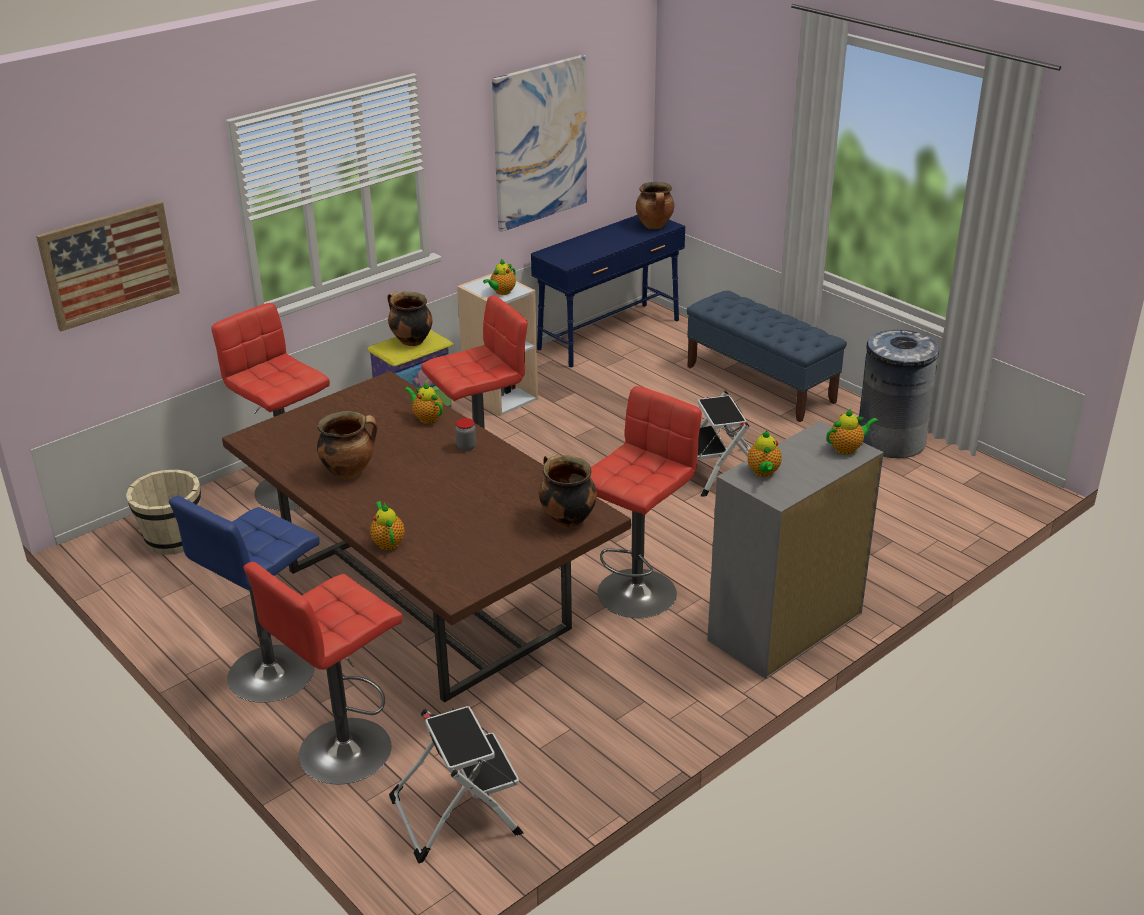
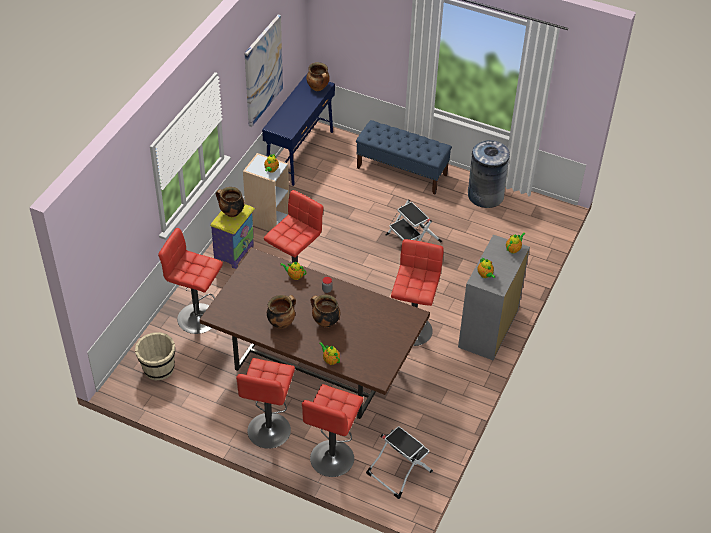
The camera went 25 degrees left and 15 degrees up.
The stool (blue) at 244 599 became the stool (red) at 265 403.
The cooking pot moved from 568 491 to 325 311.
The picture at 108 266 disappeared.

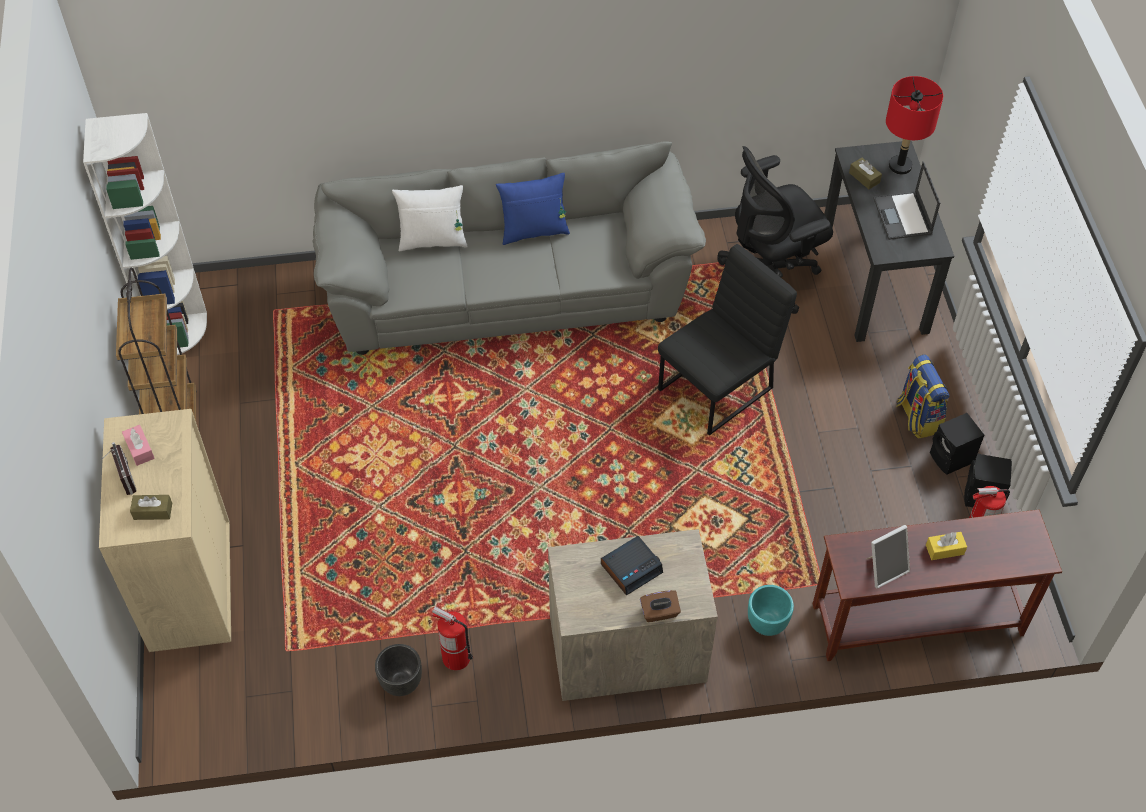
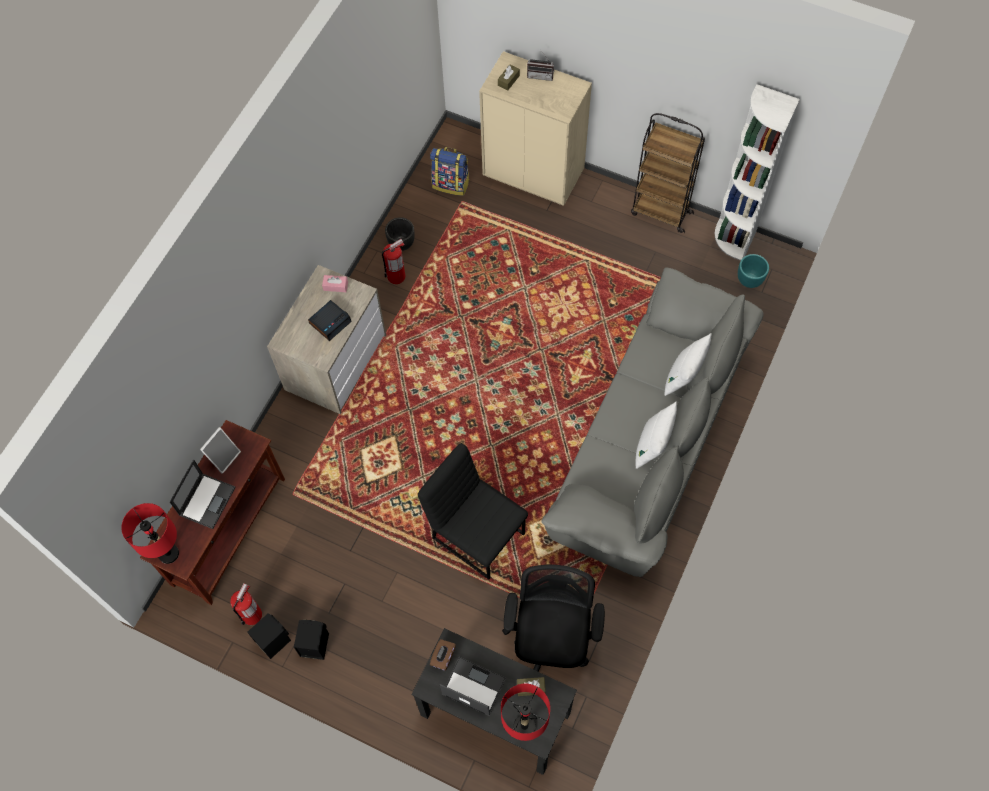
The camera went 125 degrees right and 10 degrees up.
The table lamp (red) at 150 533 appeared.
The tissue box (yellow) at 946 546 was replaced by the laptop at 202 494.
The picture frame at 888 557 turned 150 degrees counterclockwise.
The alarm clock at 632 566 turned 135 degrees counterclockwise.
The tissue box (pink) moved from 138 445 to 335 283.
The chair (black) at 727 339 turned 135 degrees clockwise.
The backpack moved from 923 396 to 450 171.
The tissue box (brown) moved from 660 606 to 443 655.
The pillow (blue) at 533 209 became the pillow (white) at 656 435.
The planter (turquoise) moved from 771 610 to 753 271.

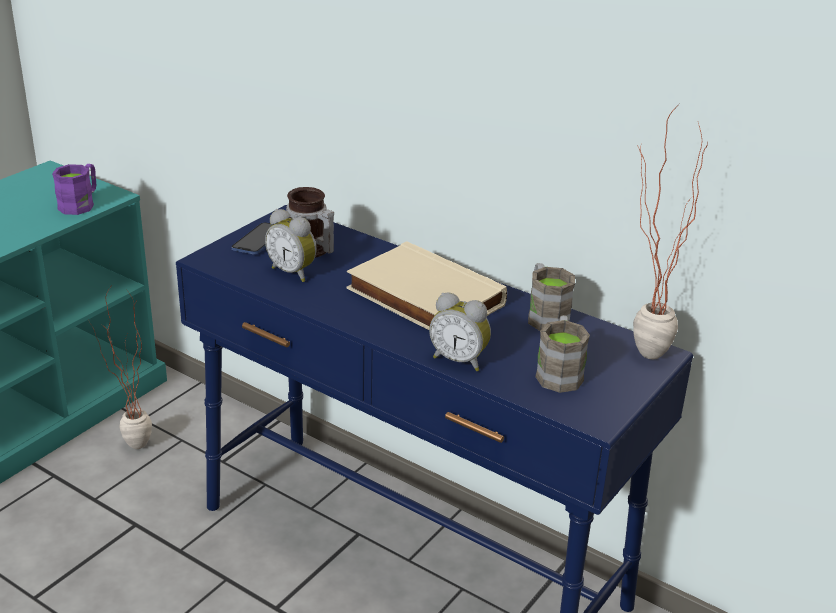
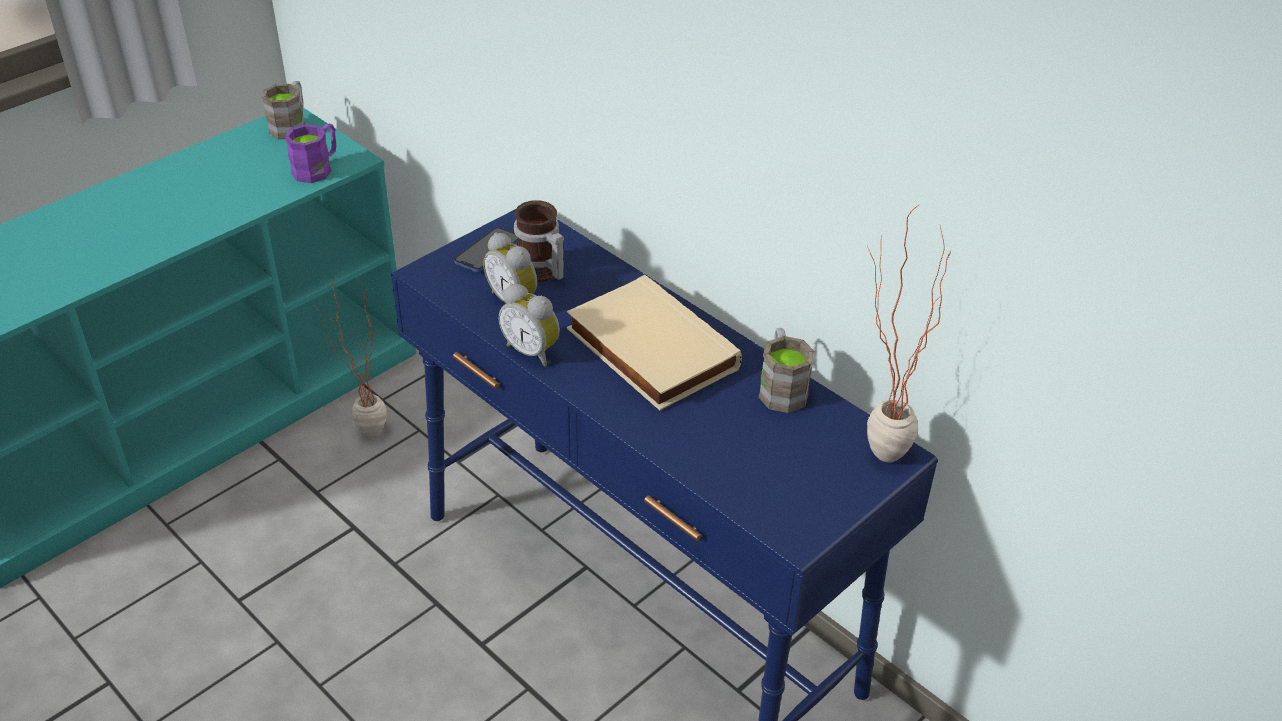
The camera went 10 degrees right and 10 degrees up.
The mug (brown) moved from 562 354 to 283 110.
The alarm clock moved from 460 331 to 529 325.

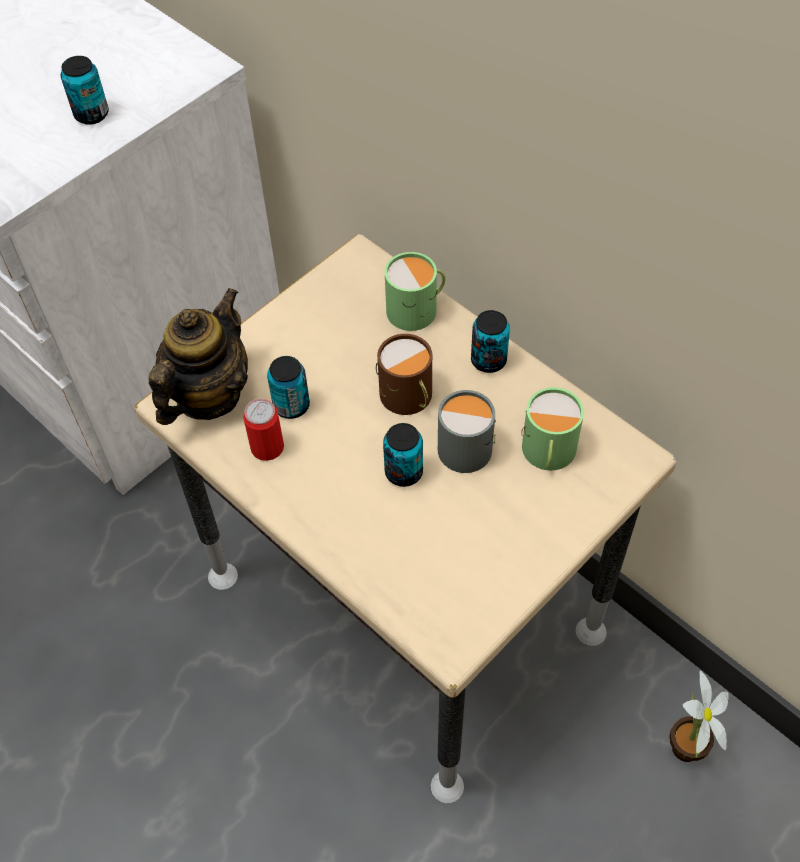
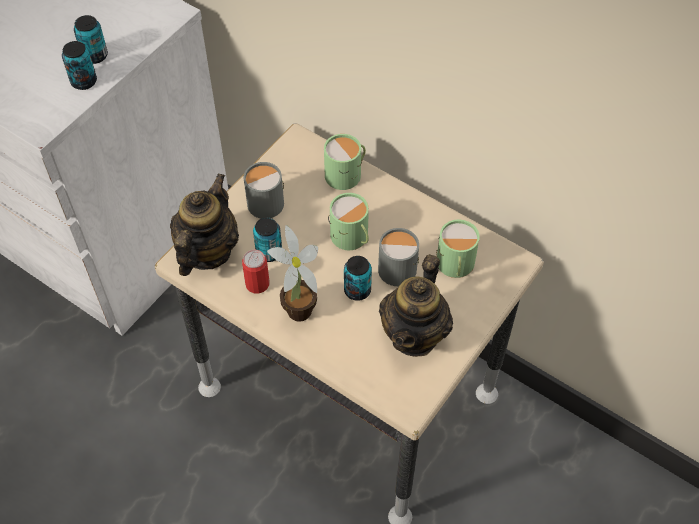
The camera went 10 degrees left and 0 degrees up.
The can moved from 490 341 to 79 65.
The mug (grey) at 264 190 appeared.
The potted plant moved from 699 716 to 292 273.
The mug (brown) at 404 374 became the mug (green) at 348 221.
The teapot at 416 305 appeared.

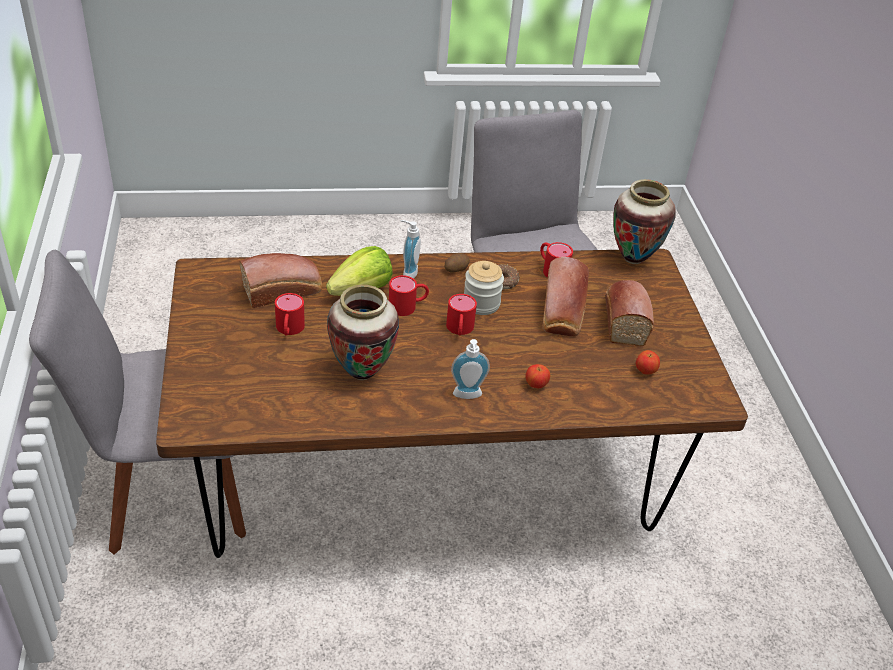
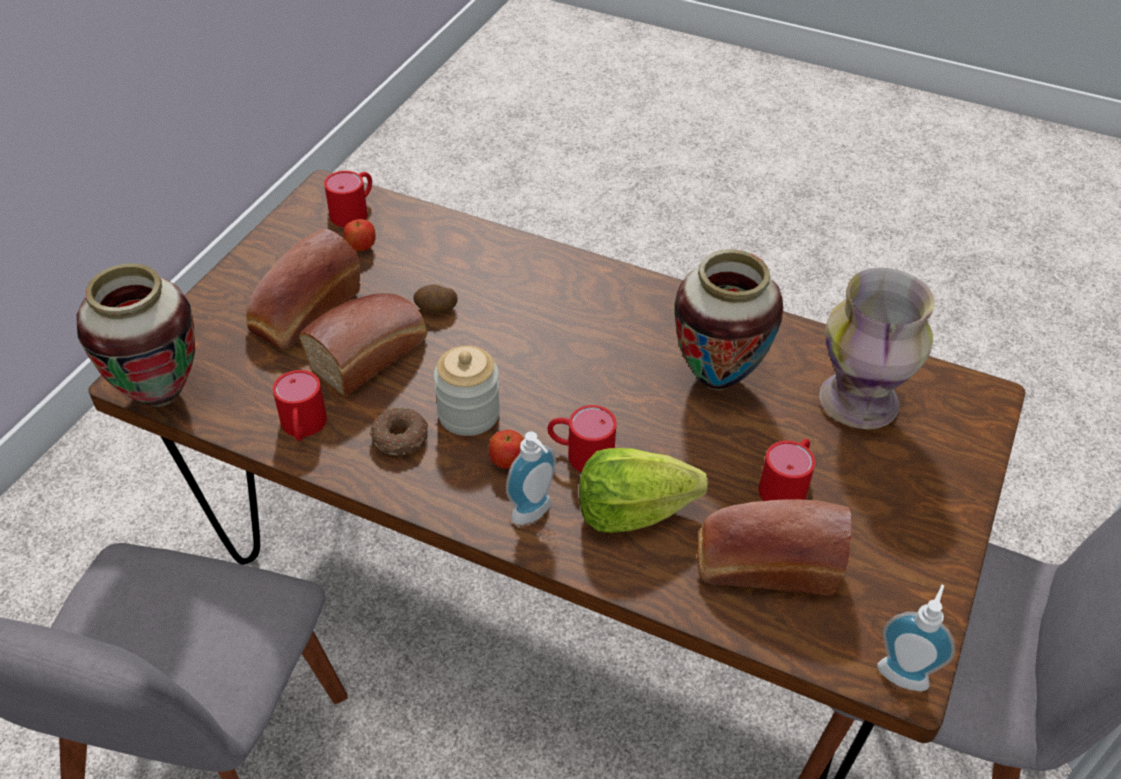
The camera went 145 degrees left and 5 degrees up.
The mug (red) moved from 461 314 to 348 199.
The potato moved from 457 263 to 435 298.
The apple moved from 537 376 to 506 449.
The vase at 877 348 appeared.
The soap dispenser moved from 470 369 to 916 637.

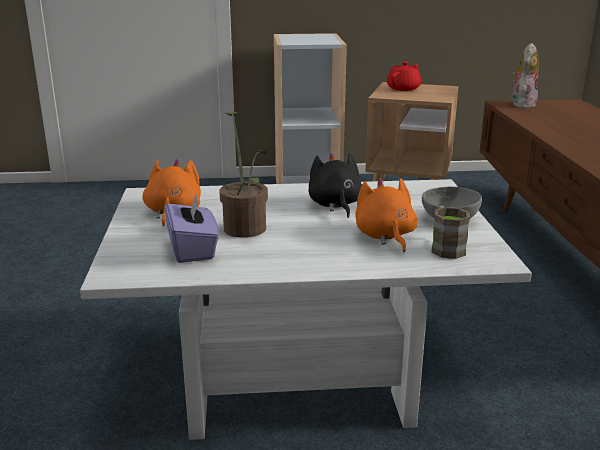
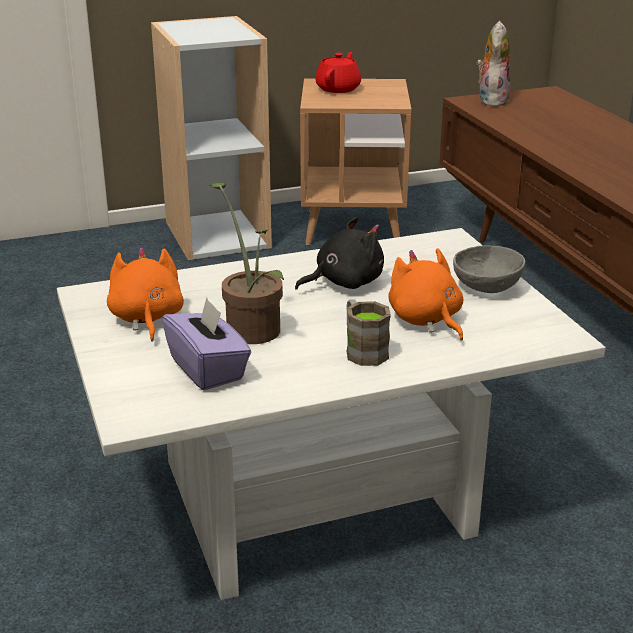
The camera went 15 degrees left and 5 degrees up.
The plush toy (black) at 335 185 turned 90 degrees clockwise.
The mug (brown) moved from 451 232 to 368 332.

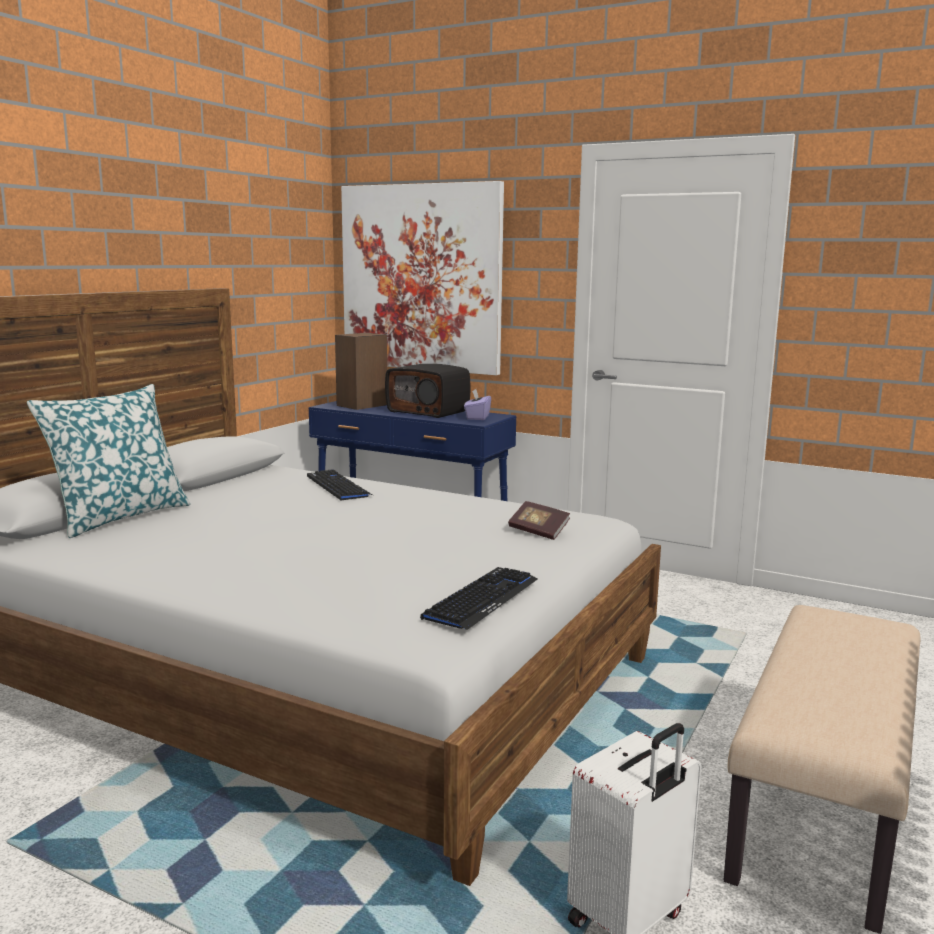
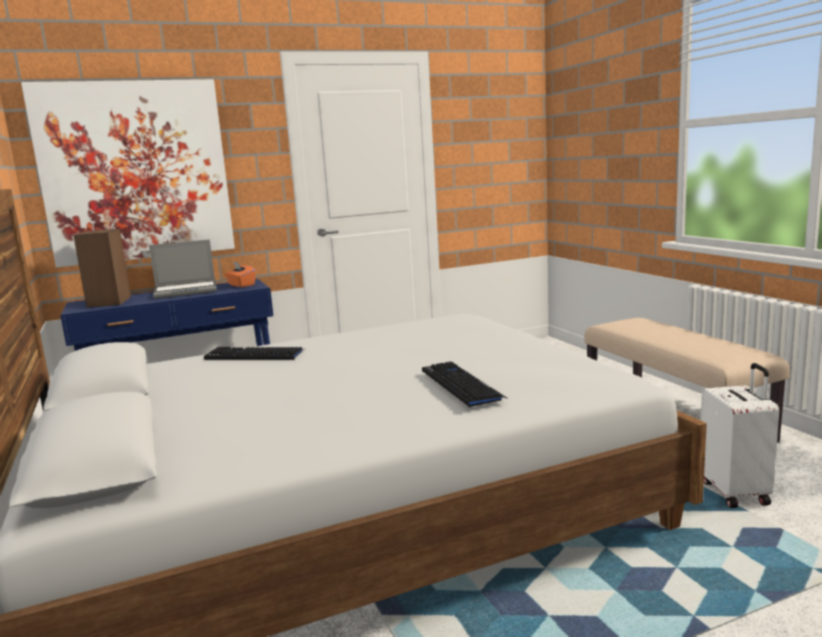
The camera went 50 degrees left and 0 degrees up.
The radio at 428 391 was replaced by the laptop at 183 269.
The tissue box (purple) at 477 404 became the tissue box (orange) at 240 274.
The keyboard moved from 479 598 to 465 384.
The pillow at 108 461 disappeared.
The book at 539 520 disappeared.

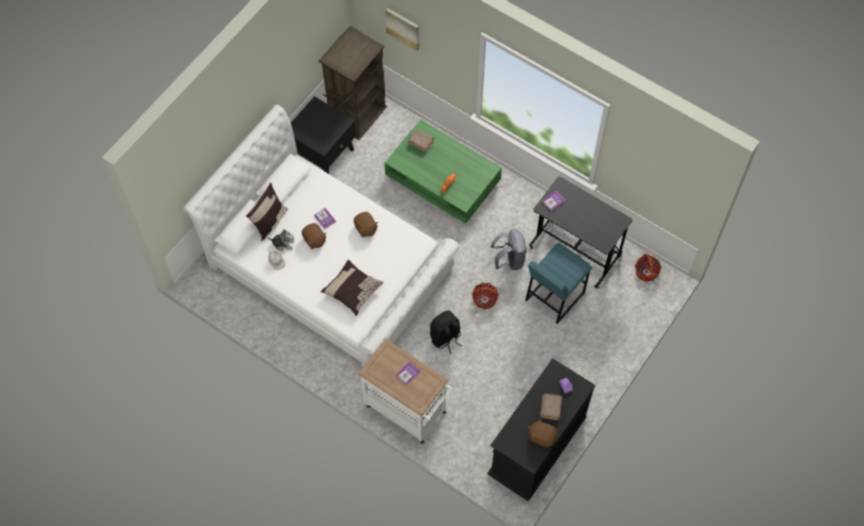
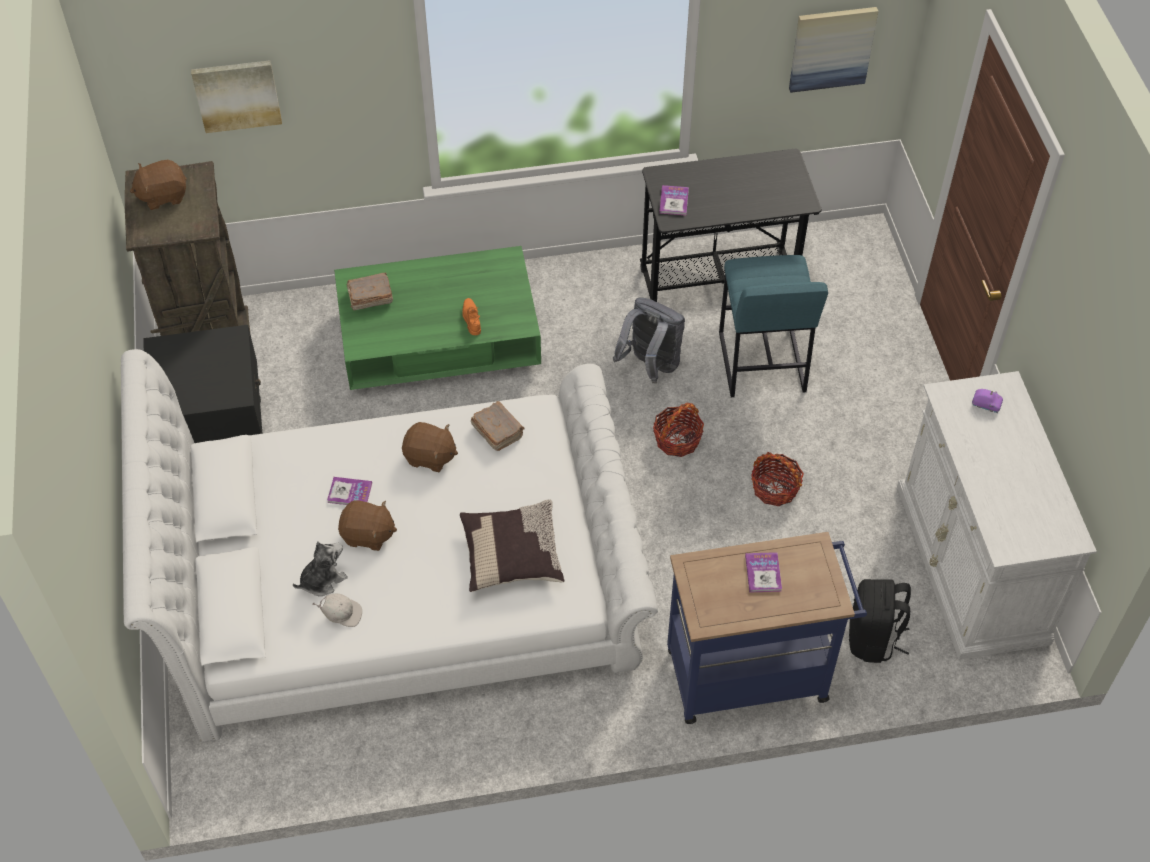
The camera went 45 degrees left and 10 degrees down.
The plush toy (brown) moved from 543 433 to 158 185.
The book (brown) moved from 551 407 to 498 426.
The cart (white) at 405 391 became the cart (blue) at 767 628.
The basket moved from 648 268 to 777 479.
The picture at 833 50 appeared.
The backpack (black) moved from 446 332 to 880 621.
The dresser (black) at 542 429 became the dresser (white) at 997 515.
The pillow at 267 212 disappeared.

